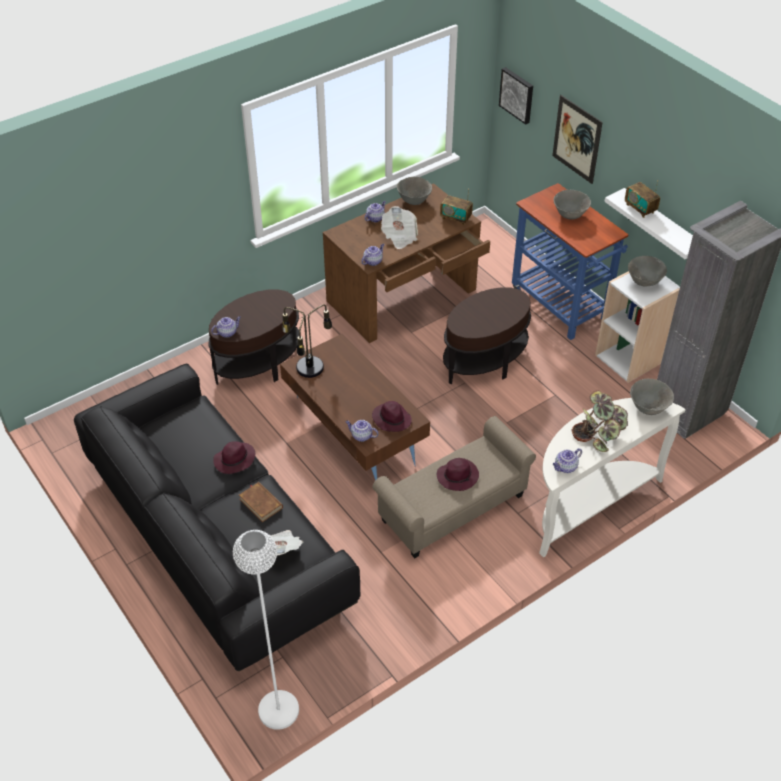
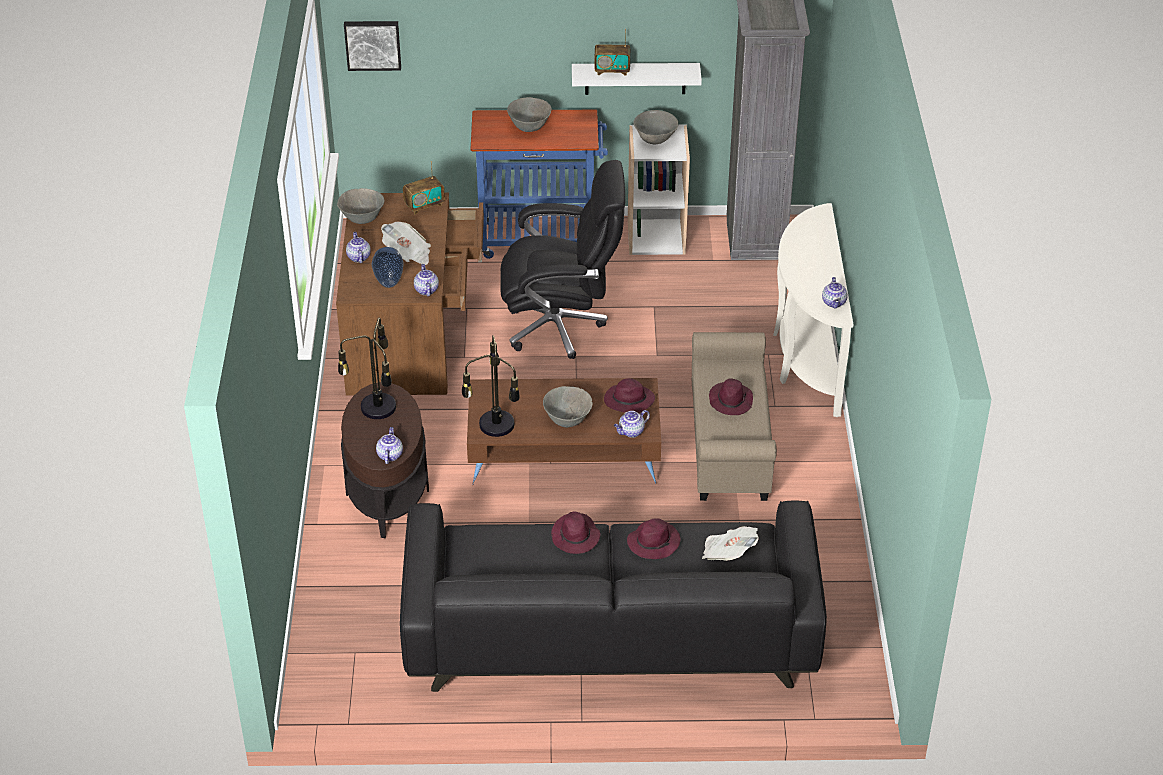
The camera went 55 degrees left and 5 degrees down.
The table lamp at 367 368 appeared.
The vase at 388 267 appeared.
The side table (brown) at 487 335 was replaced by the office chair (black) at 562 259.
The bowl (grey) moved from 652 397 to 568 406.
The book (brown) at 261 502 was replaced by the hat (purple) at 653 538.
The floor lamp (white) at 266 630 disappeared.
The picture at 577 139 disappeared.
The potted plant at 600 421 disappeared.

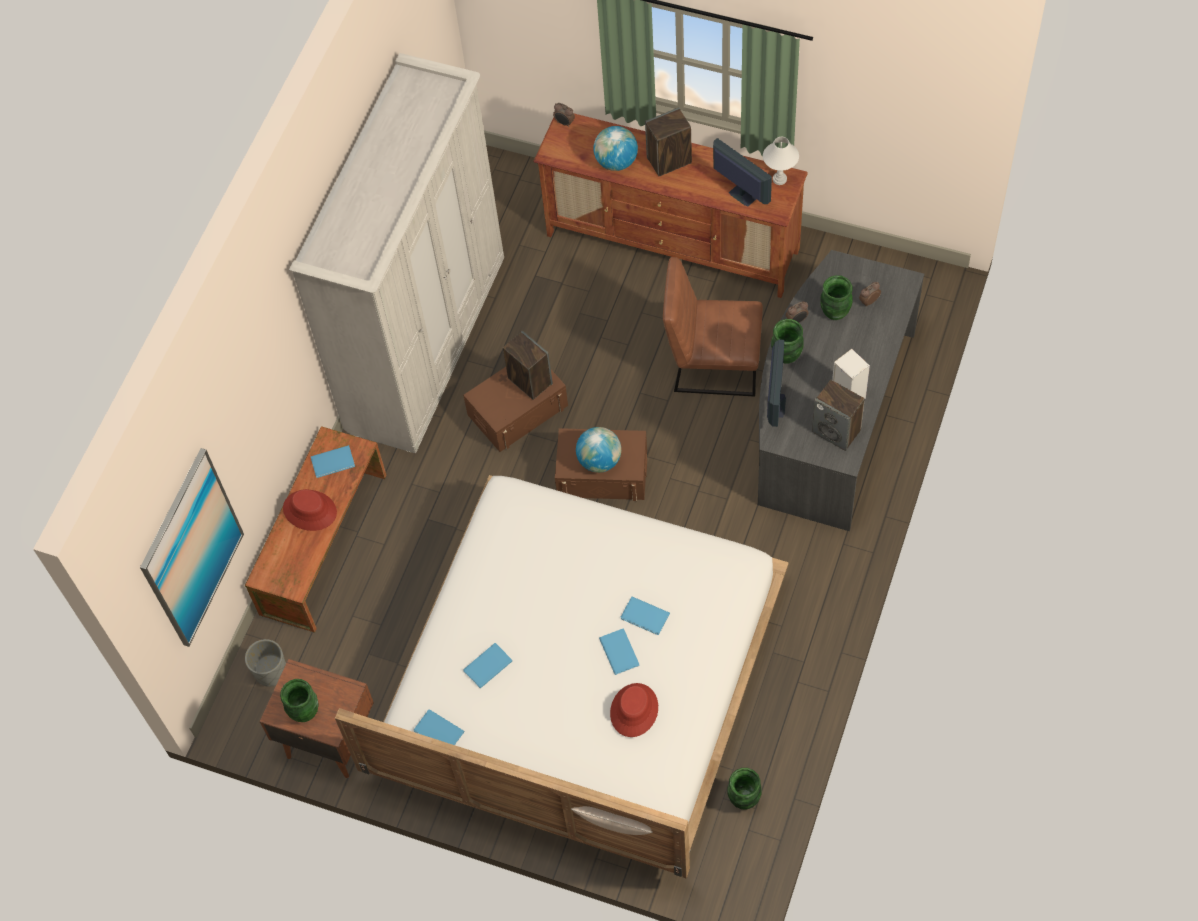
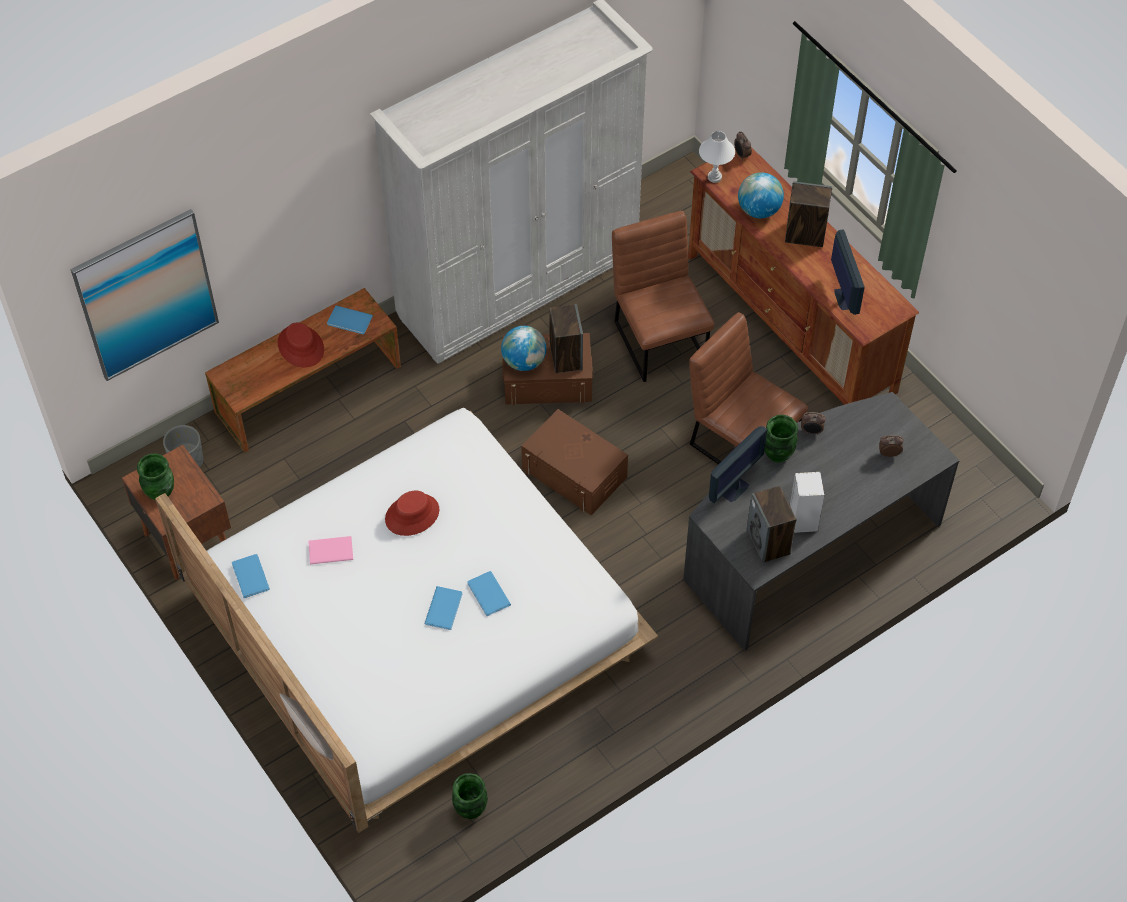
The camera went 30 degrees right and 5 degrees down.
The book (blue) at 488 665 became the book (pink) at 330 550.
The hat (red) moved from 634 710 to 412 513.
The globe moved from 598 450 to 523 348.
The chair (brown) at 663 296 appeared.
The table lamp (white) moved from 781 161 to 717 157.
The vase (green) at 836 297 disappeared.

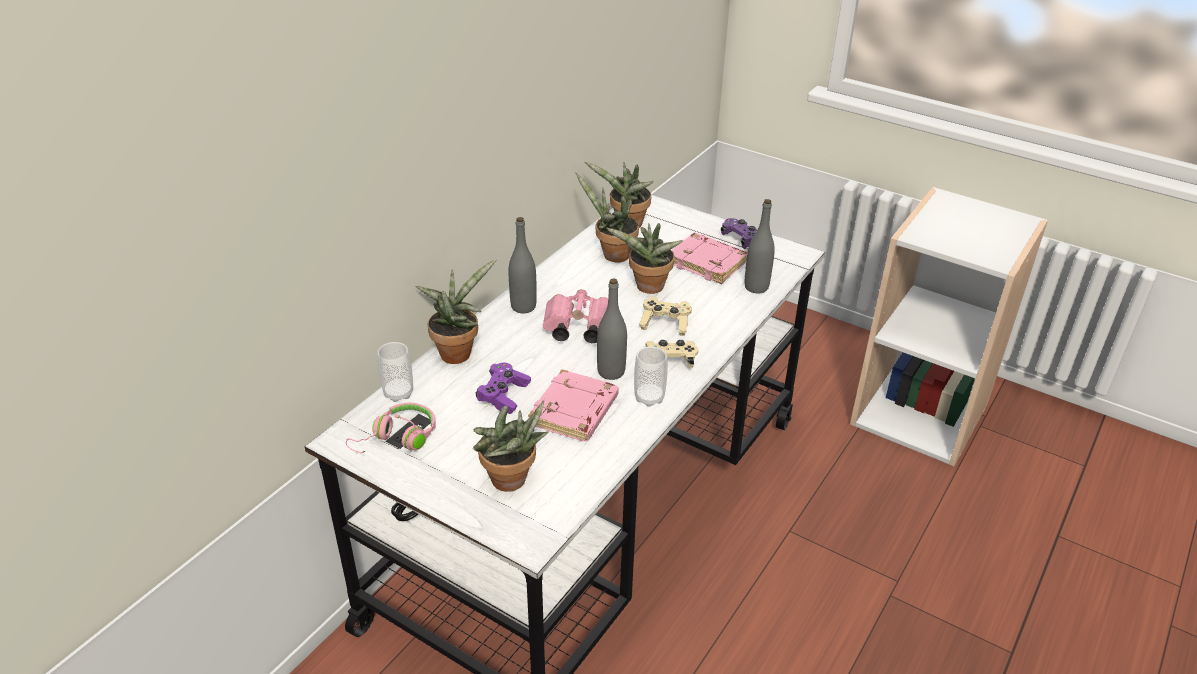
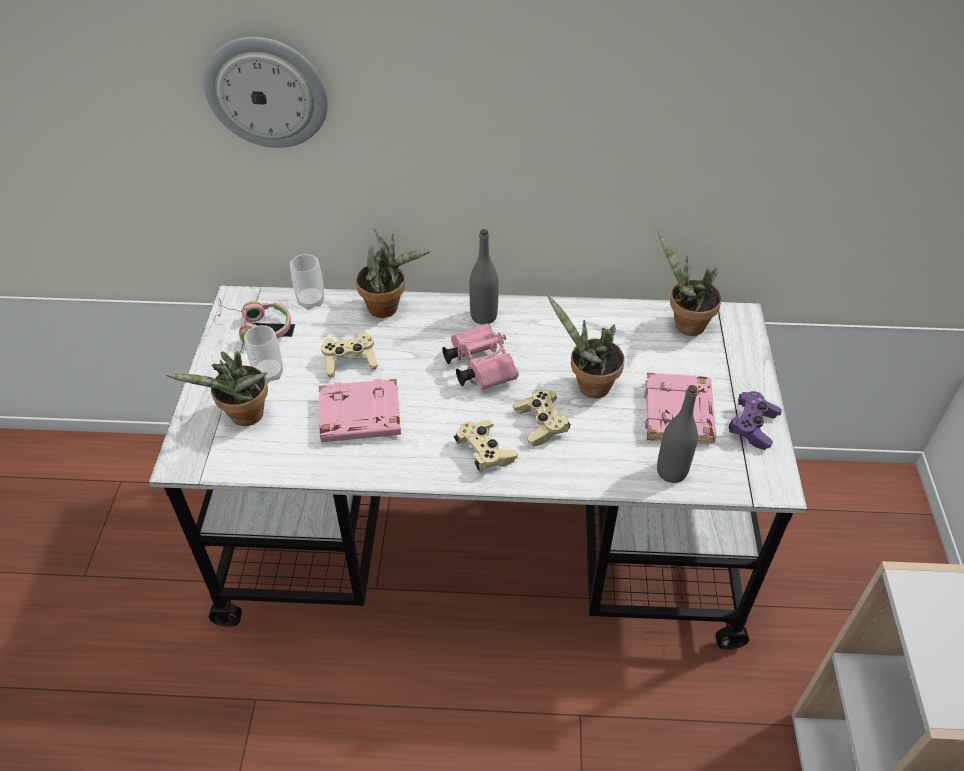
The camera went 60 degrees right and 10 degrees up.
The wall clock at 265 92 appeared.
The cup moved from 651 377 to 263 354.
The game controller (purple) at 503 388 became the game controller (beige) at 349 355.
The potted plant at 607 217 disappeared.
The bottle (grey) at 612 329 disappeared.

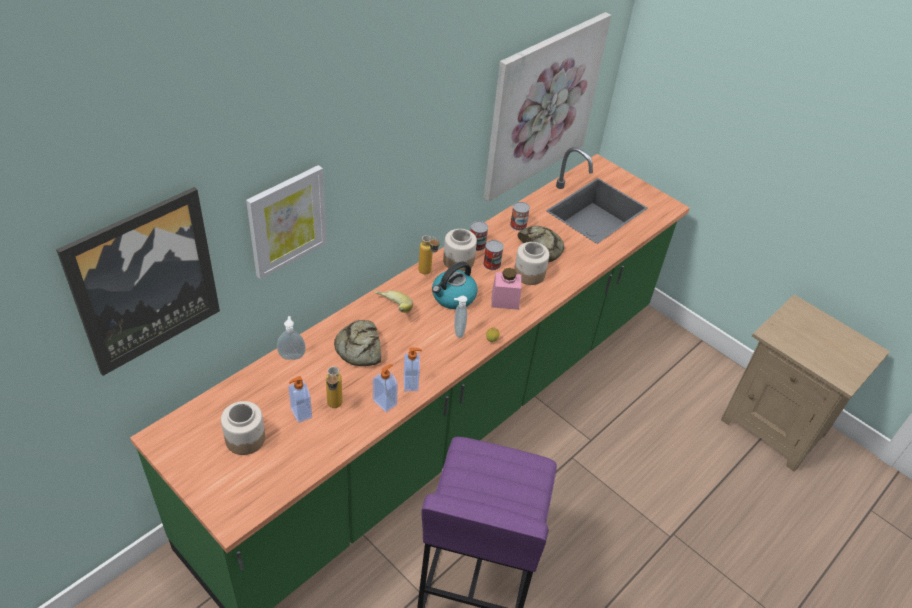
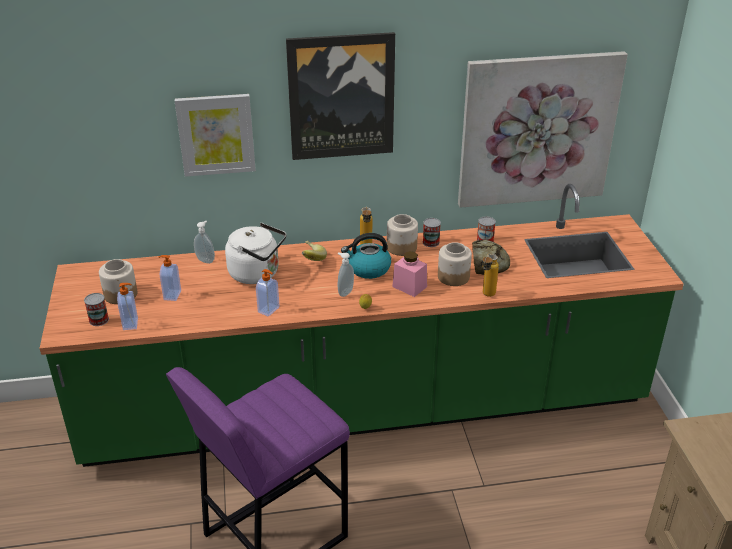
The camera went 40 degrees right and 10 degrees down.
The can moved from 493 255 to 96 309.
The soap dispenser moved from 385 388 to 127 306.
The bread at 357 343 was replaced by the kettle (white) at 255 253.
The picture moved from 138 281 to 340 96.
The bottle moved from 334 387 to 490 275.

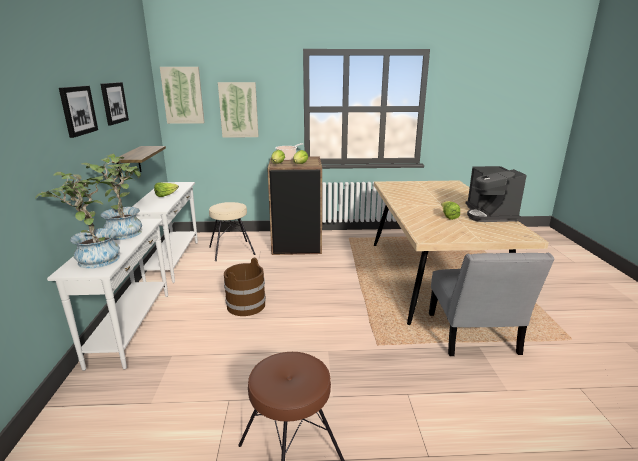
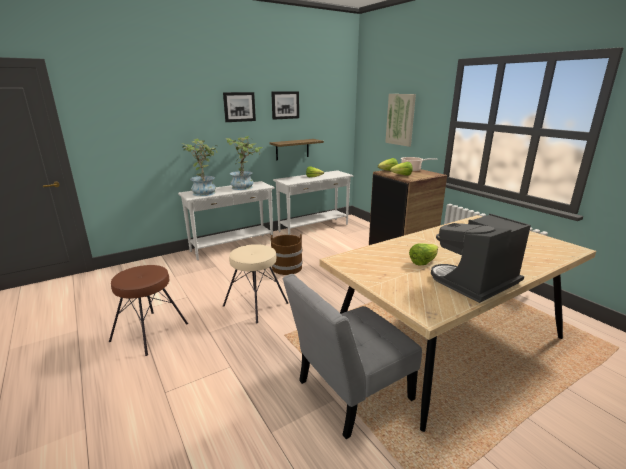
The camera went 60 degrees right and 0 degrees up.
The stool (beige) moved from 232 231 to 255 283.
The picture at 182 95 disappeared.

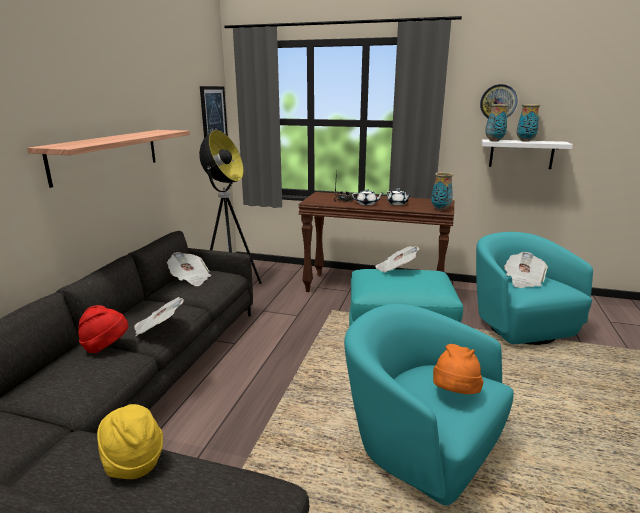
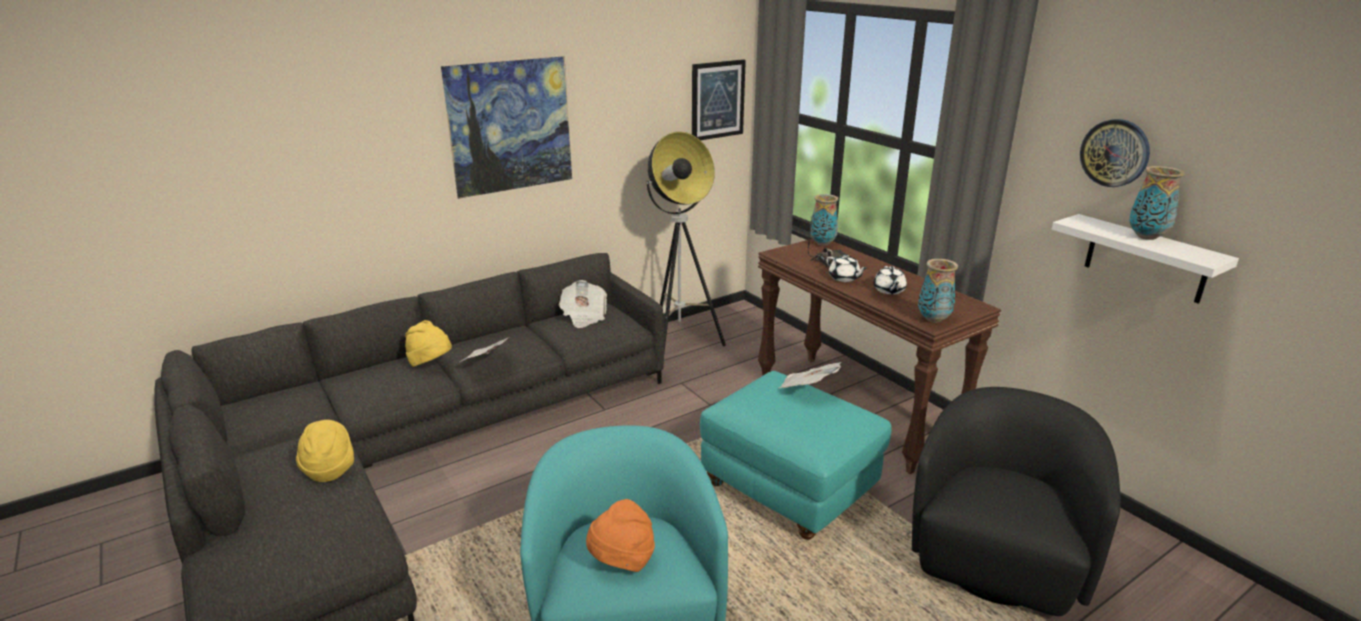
The camera went 40 degrees right and 5 degrees up.
The hat (red) at 103 329 became the hat (yellow) at 428 343.
The shelf at 108 159 was replaced by the picture at 506 127.
The vase moved from 496 123 to 824 220.
The armchair (turquoise) at 534 288 became the armchair (black) at 1016 501.
The newspaper at 526 270 disappeared.

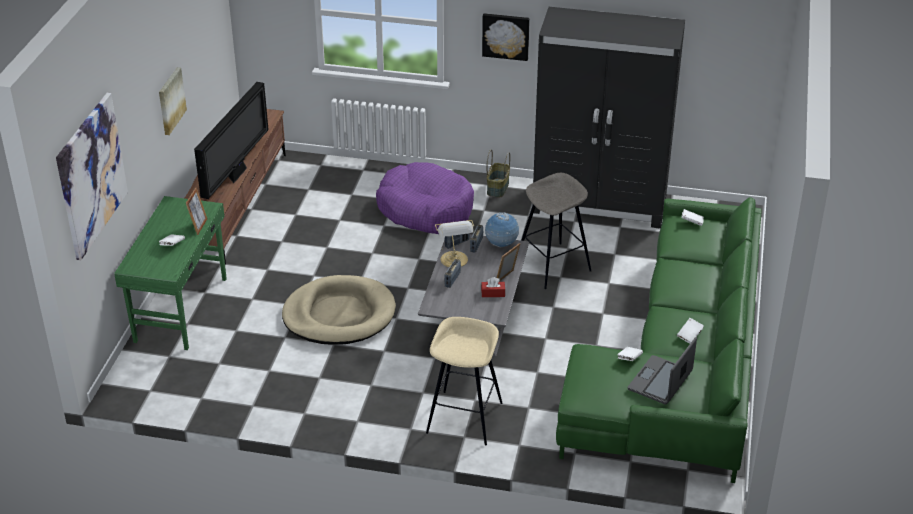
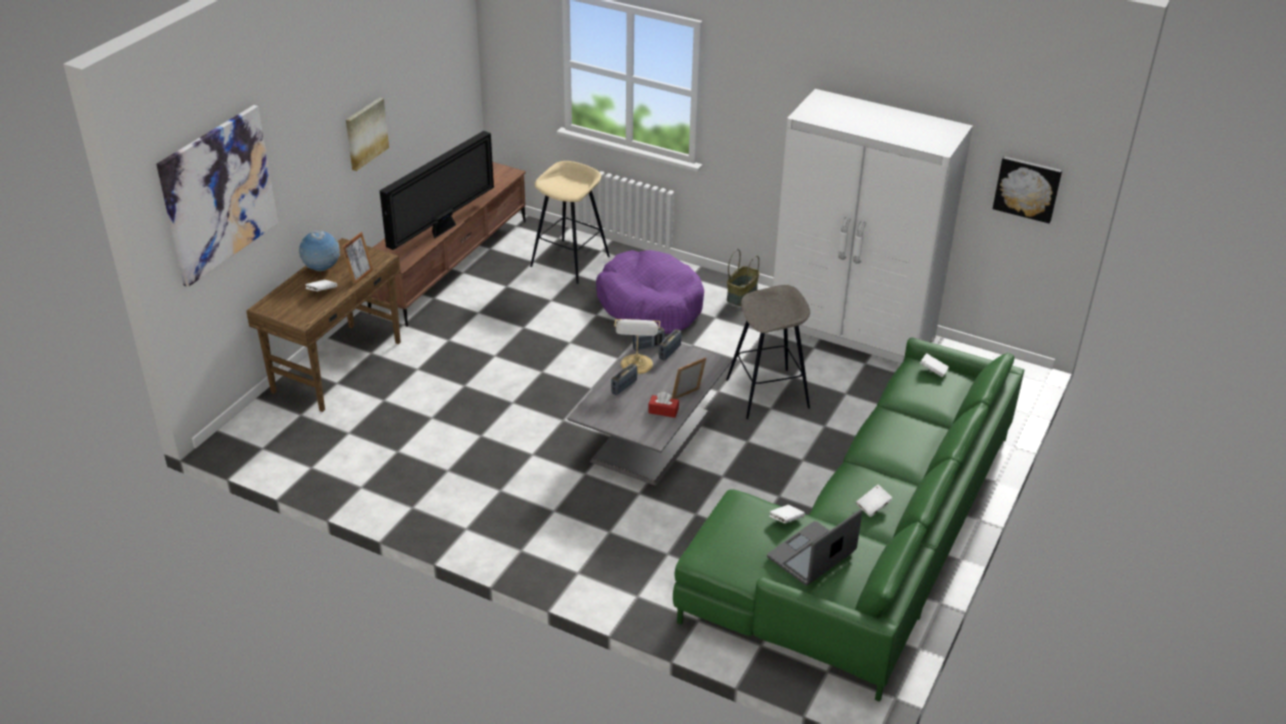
The camera went 15 degrees right and 0 degrees up.
The console table (green) at 170 273 became the console table (brown) at 323 325.
The globe moved from 502 229 to 319 250.
The stool (beige) moved from 464 381 to 570 222.
The cabinet (black) at 608 117 became the cabinet (white) at 873 226.
The picture moved from 506 37 to 1027 190.
The dog bed (beige) at 339 310 disappeared.

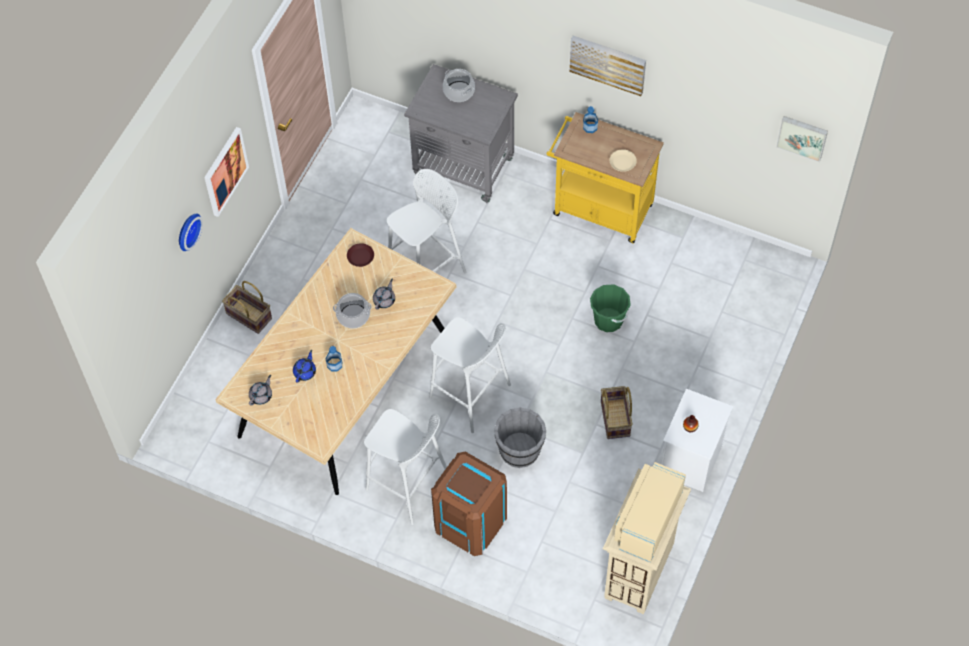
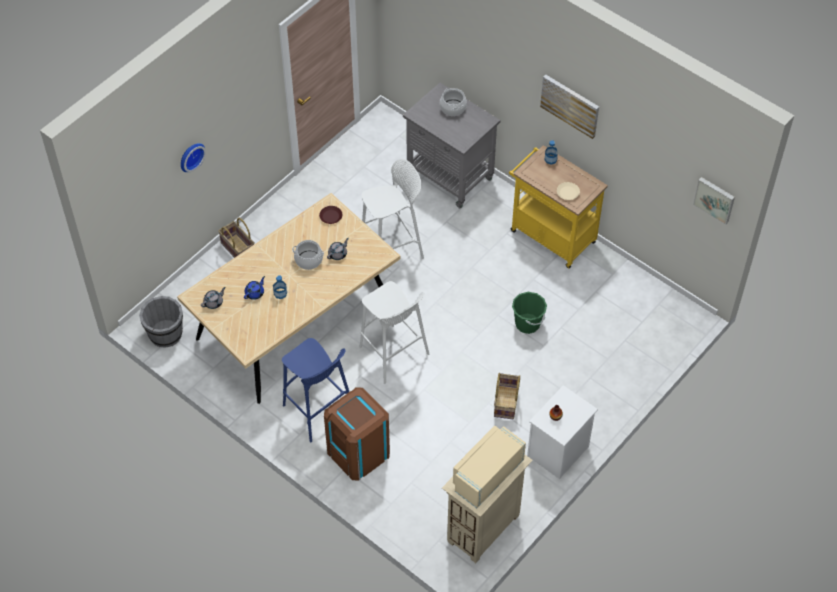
The camera went 15 degrees right and 5 degrees down.
The bucket (grey) moved from 520 437 to 161 322.
The stool (white) at 405 467 became the stool (blue) at 315 390.
The picture at 226 172 disappeared.

